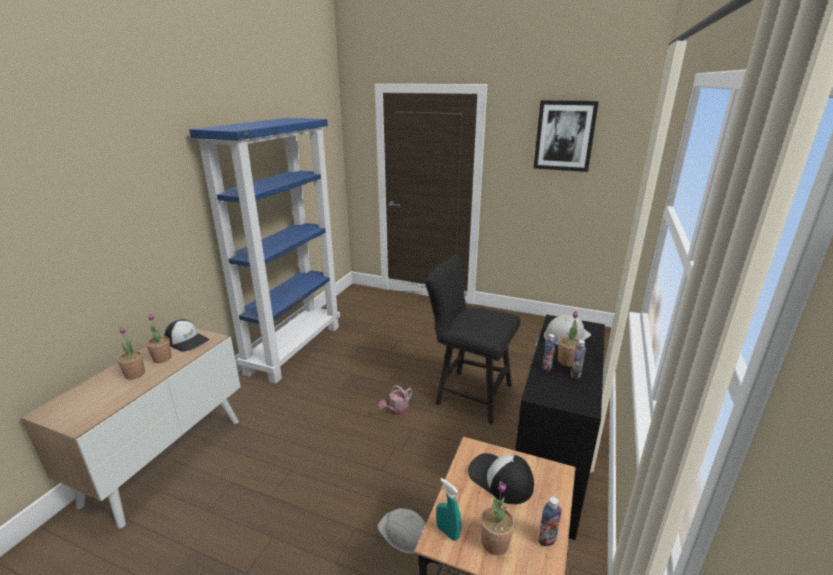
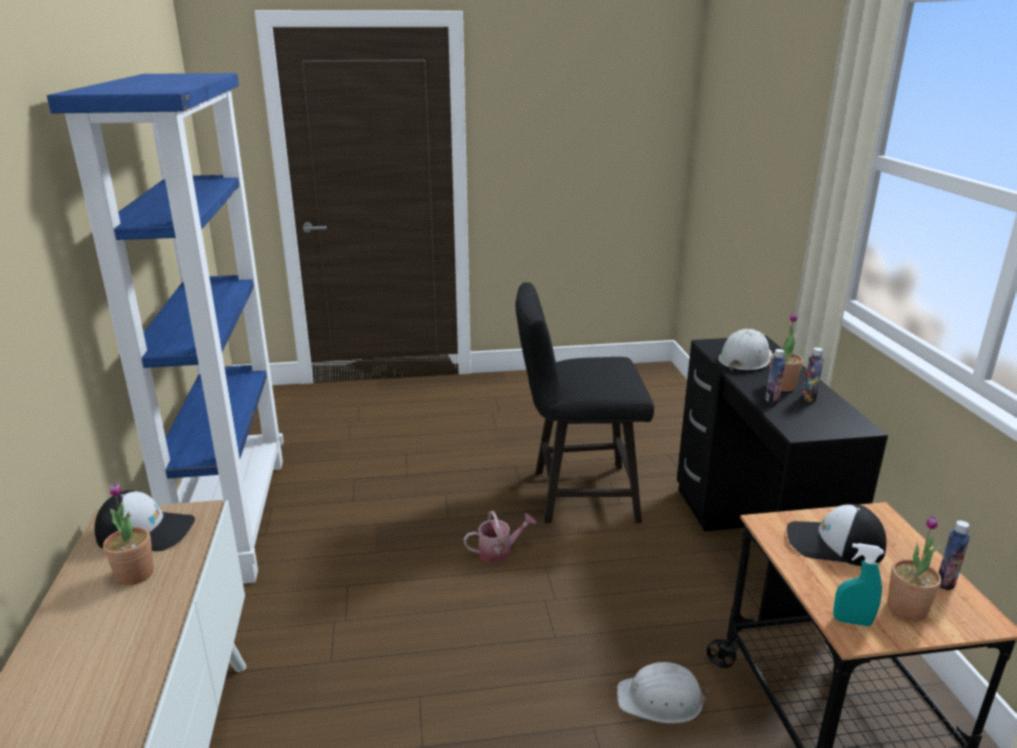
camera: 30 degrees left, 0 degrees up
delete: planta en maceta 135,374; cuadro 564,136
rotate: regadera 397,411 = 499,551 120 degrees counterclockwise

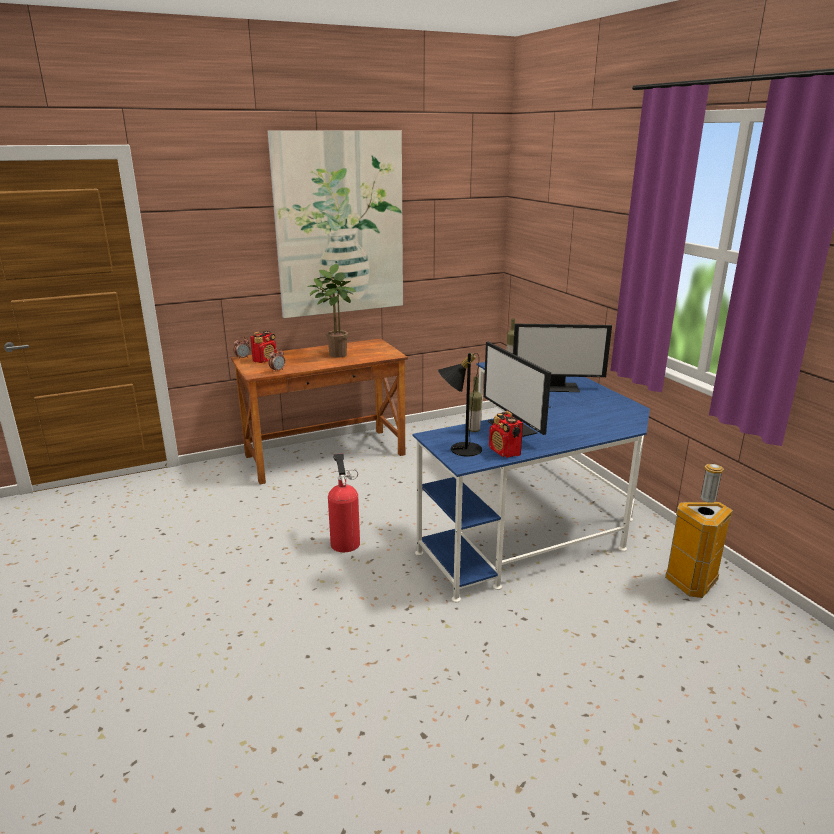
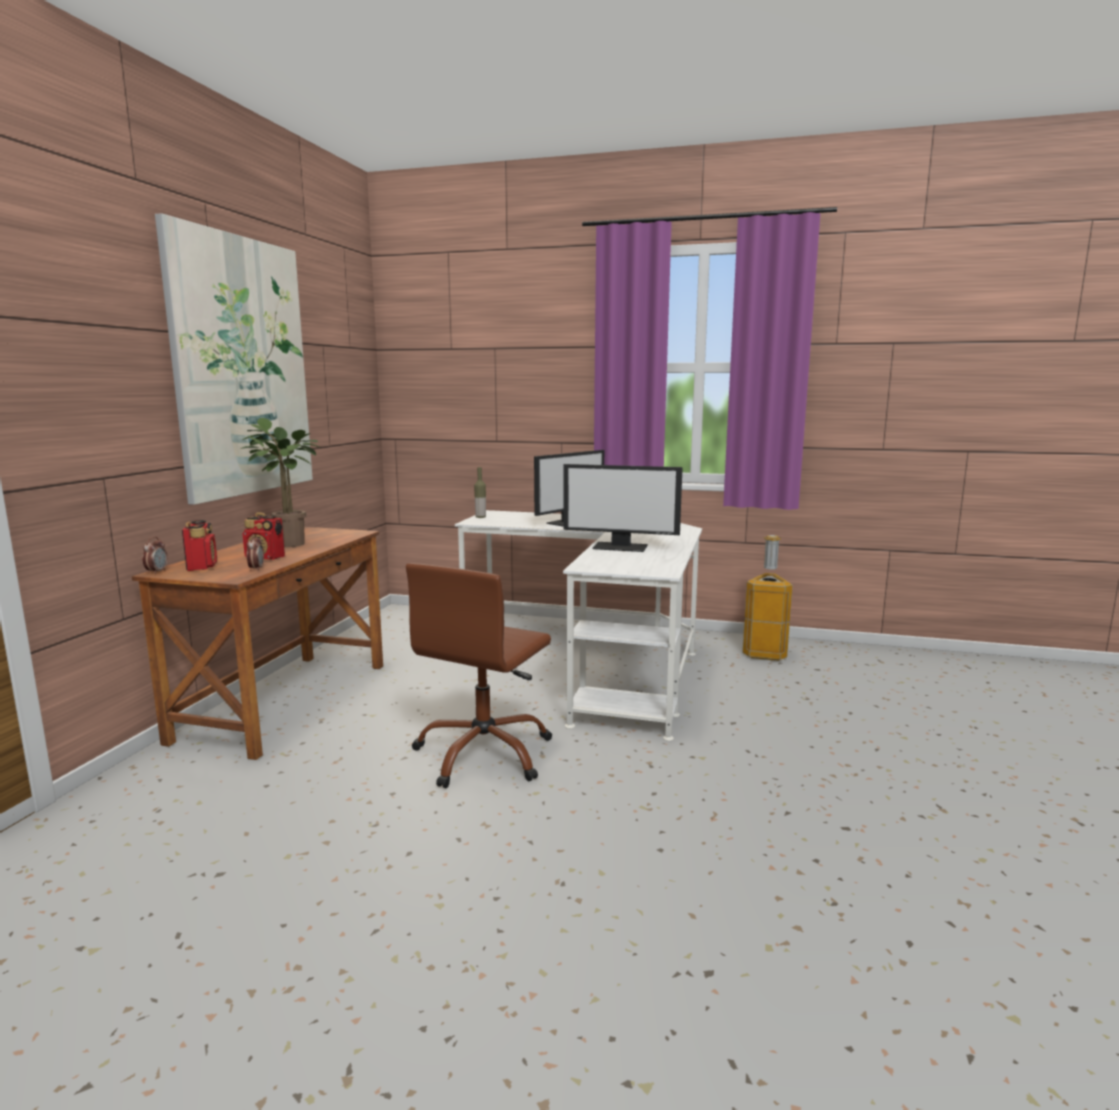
camera: 50 degrees left, 10 degrees down
delete: lámpara de mesa (negro) 459,448; botella 474,430
move: radio 505,452 to 265,558
replace: extintor 345,542 to silla de oficina (marrón) 484,754
recolor: escritorio (azul) 534,516 to escritorio (blanco) 595,661

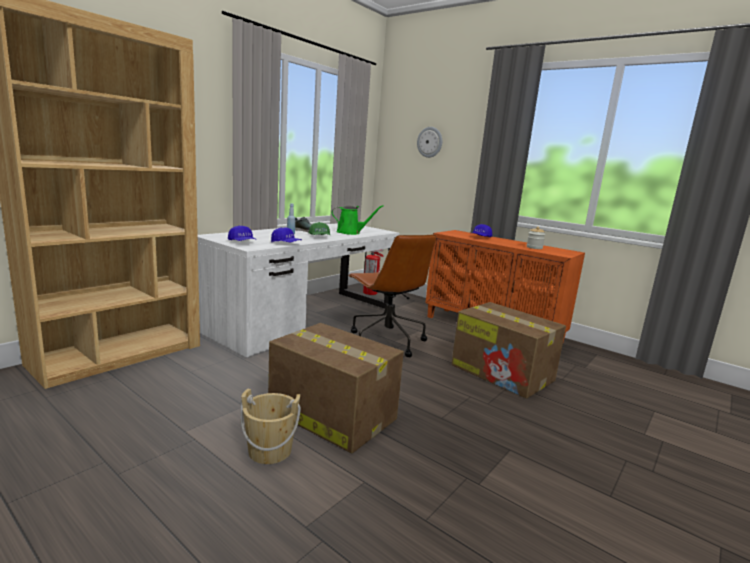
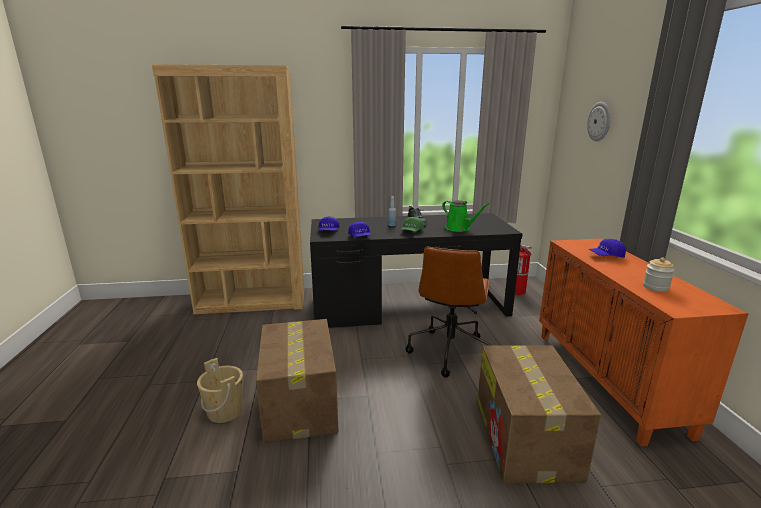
camera: 45 degrees right, 5 degrees up
recolor: escritorio (blanco) 304,319 to escritorio (negro) 409,305

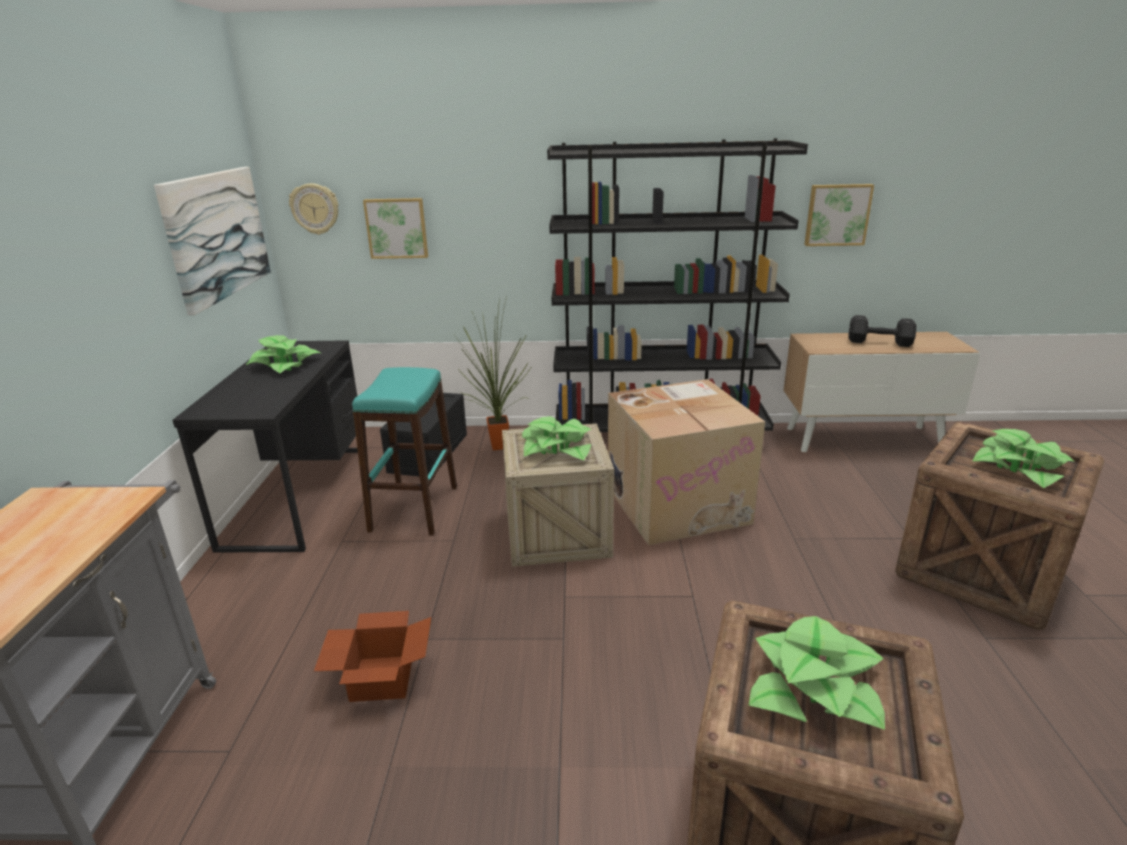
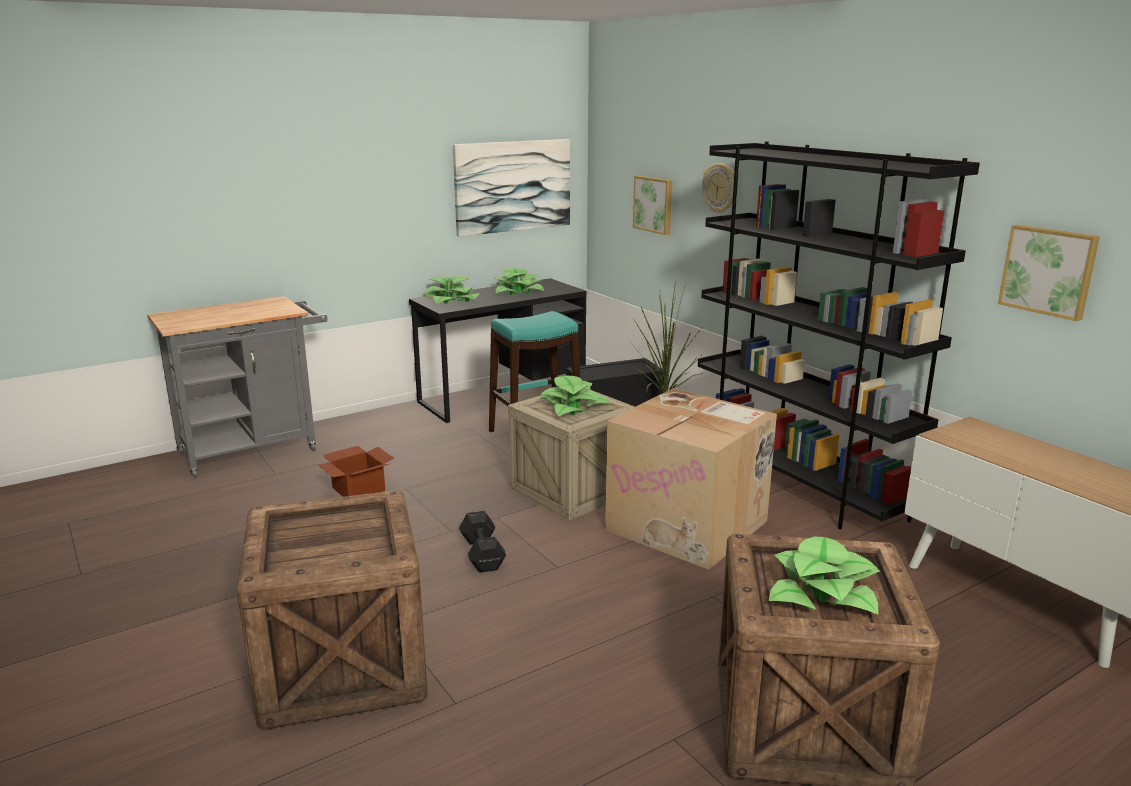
camera: 55 degrees right, 5 degrees down
move: planta en maceta 815,688 to 451,300; mancuerna (negro) 878,342 to 482,553; reloj de pared 315,209 to 720,188

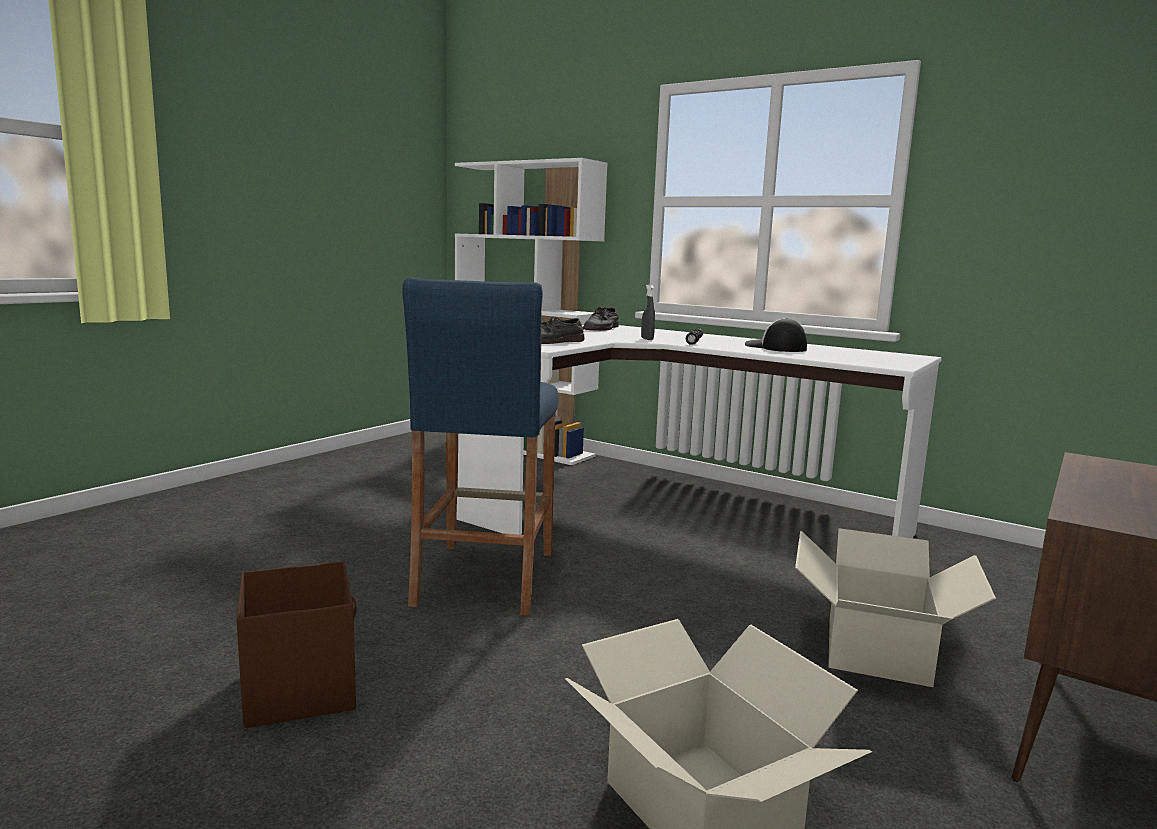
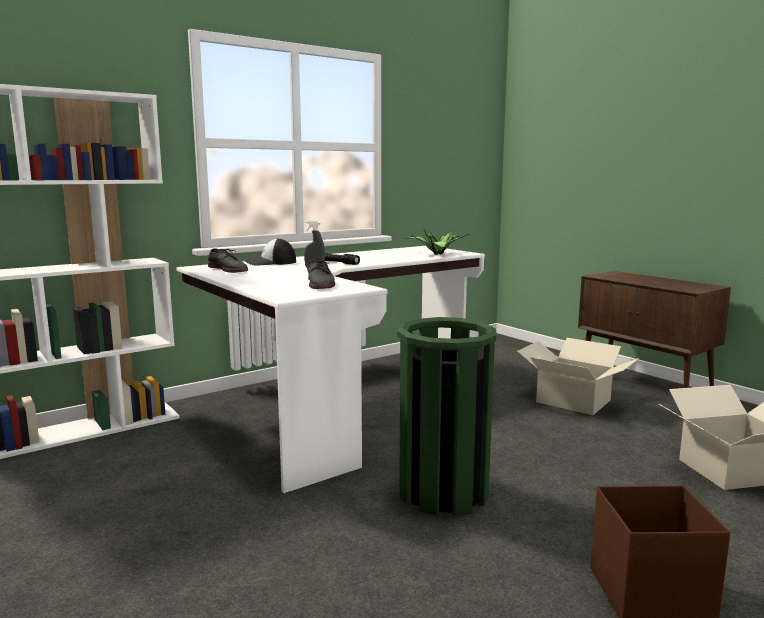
camera: 70 degrees left, 0 degrees up
insert: planta en maceta 436,254
move: gorra 775,347 to 270,262
replace: taburete (azul) 484,577 to papelera (verde) 443,492

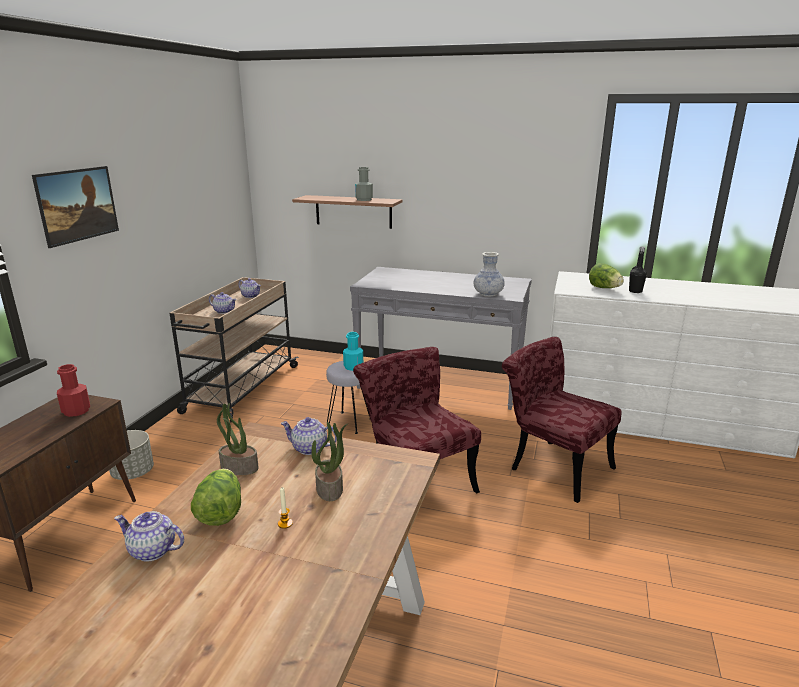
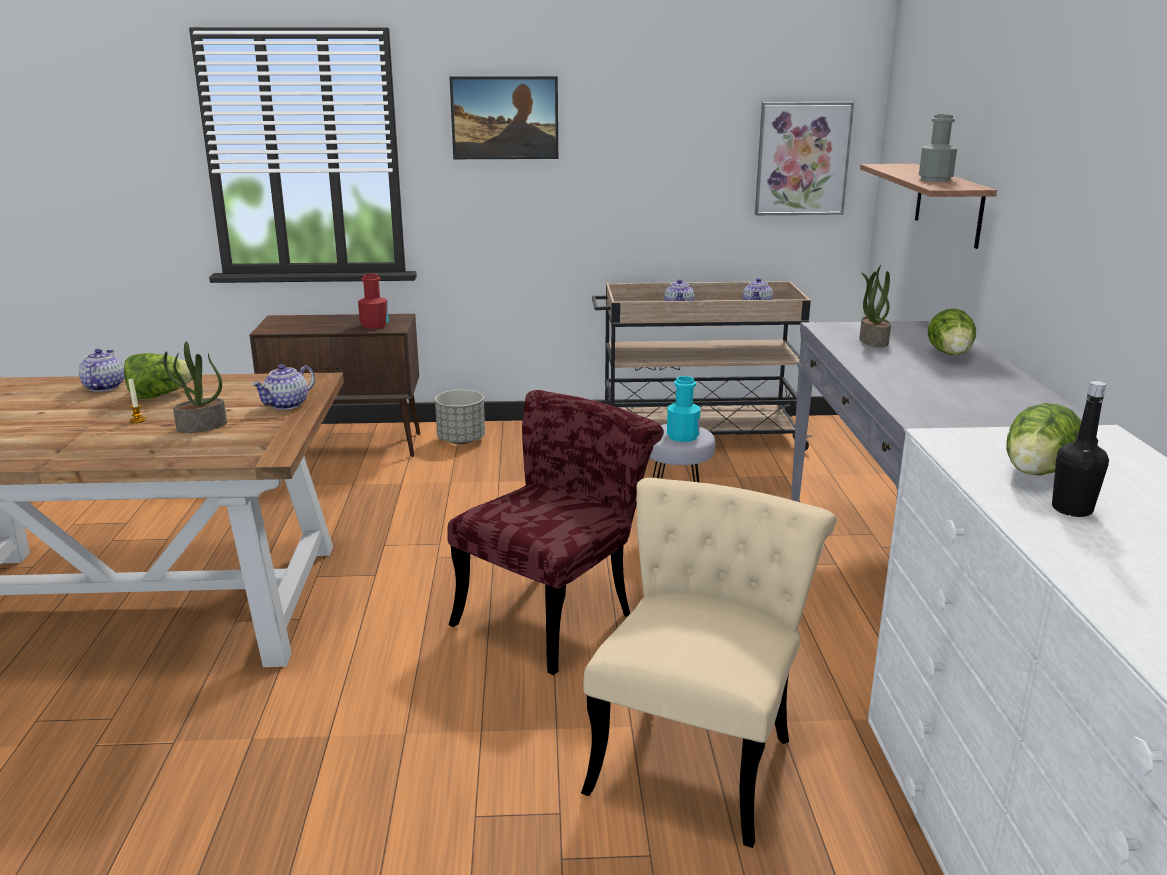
camera: 70 degrees right, 0 degrees up
delete: florero 488,294
insert: cuadro 802,159; lechuga 951,355
move: planta en maceta 238,468 to 872,341
recolor: silla (rojo) 552,465 to silla (beis) 699,752
rotate: tetera 309,448 = 287,405 135 degrees counterclockwise

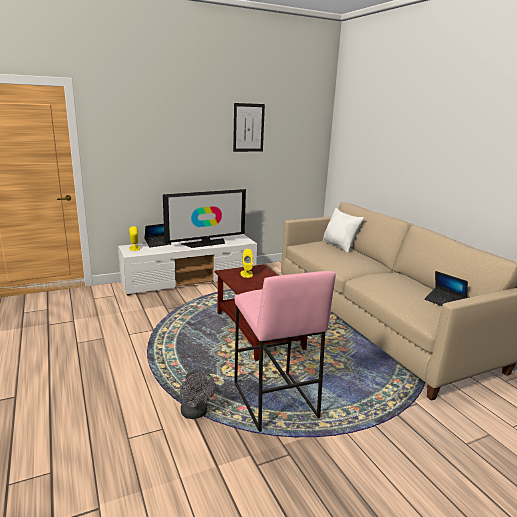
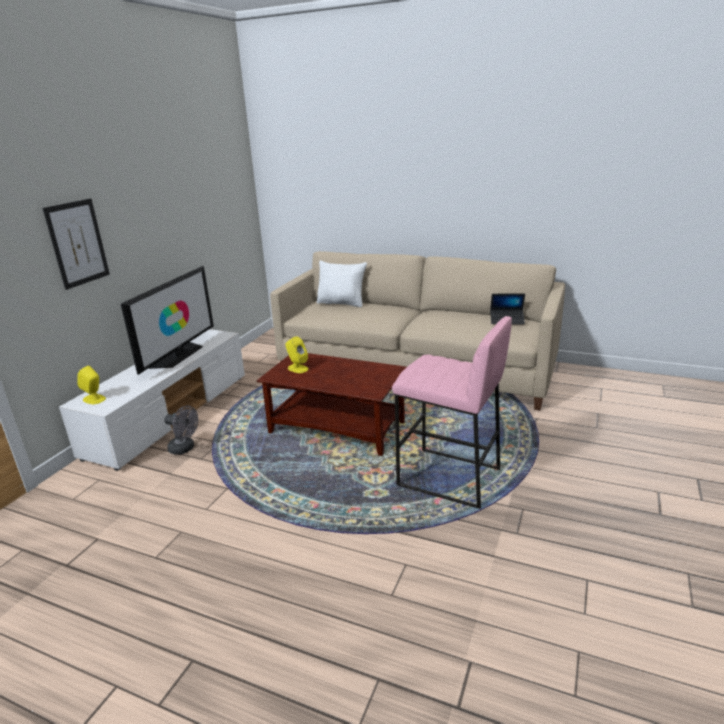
camera: 40 degrees left, 5 degrees up
delete: portátil 158,243
move: cuadro 248,127 to 77,243; ventilador (gris) 196,413 to 185,448

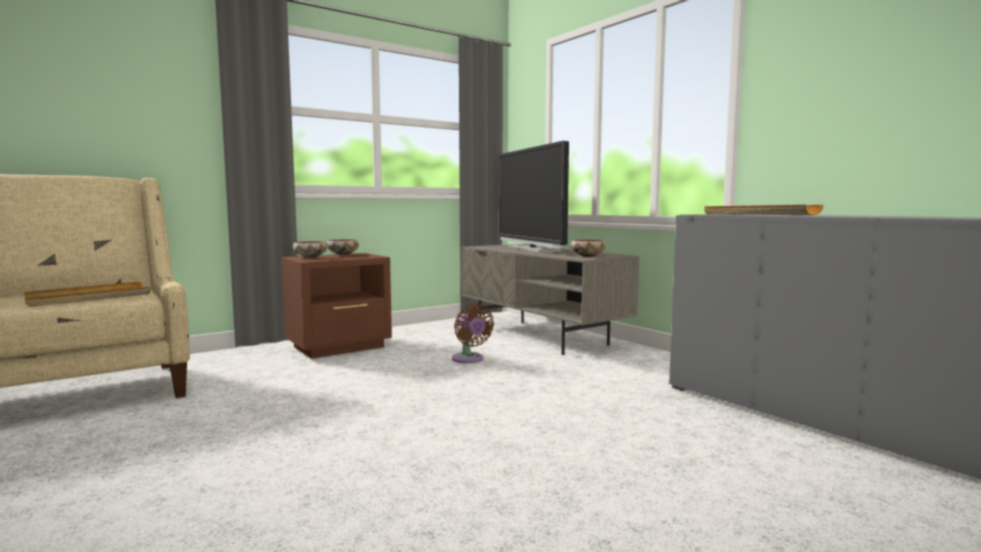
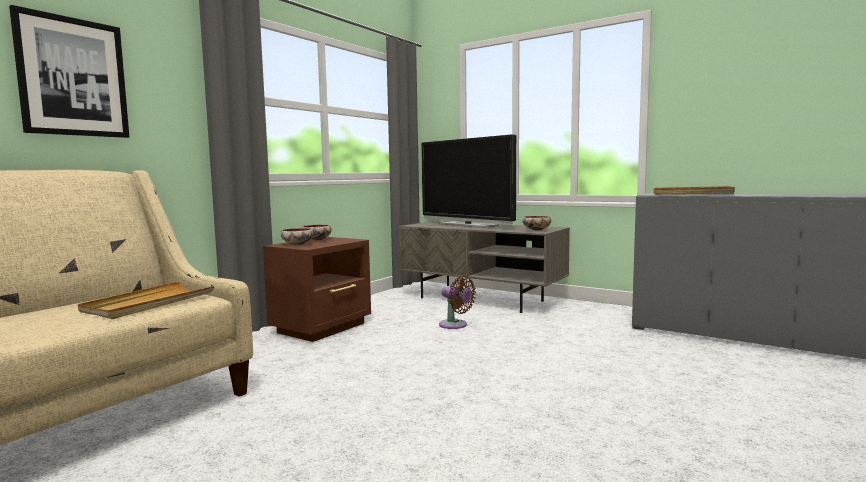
camera: 20 degrees left, 0 degrees up
insert: cuadro 73,77

